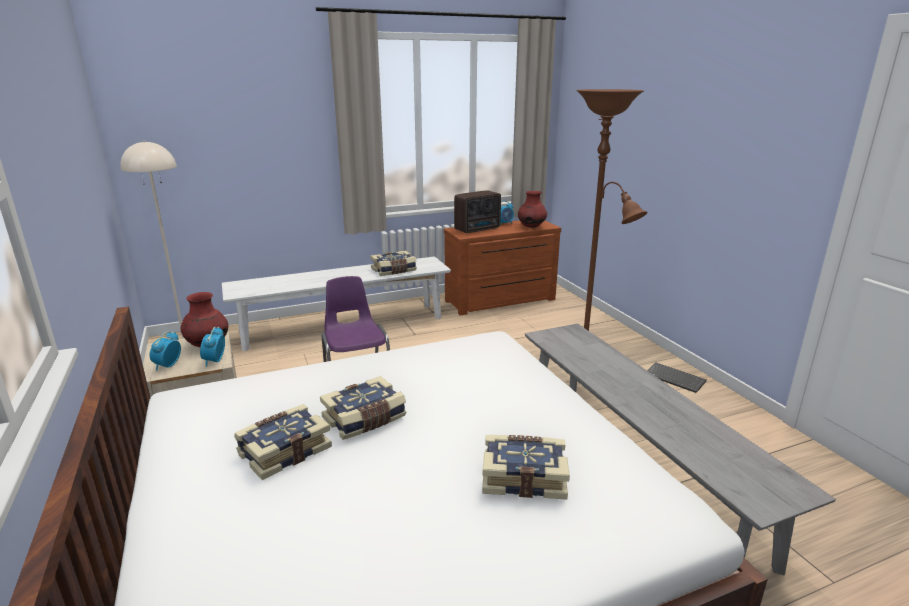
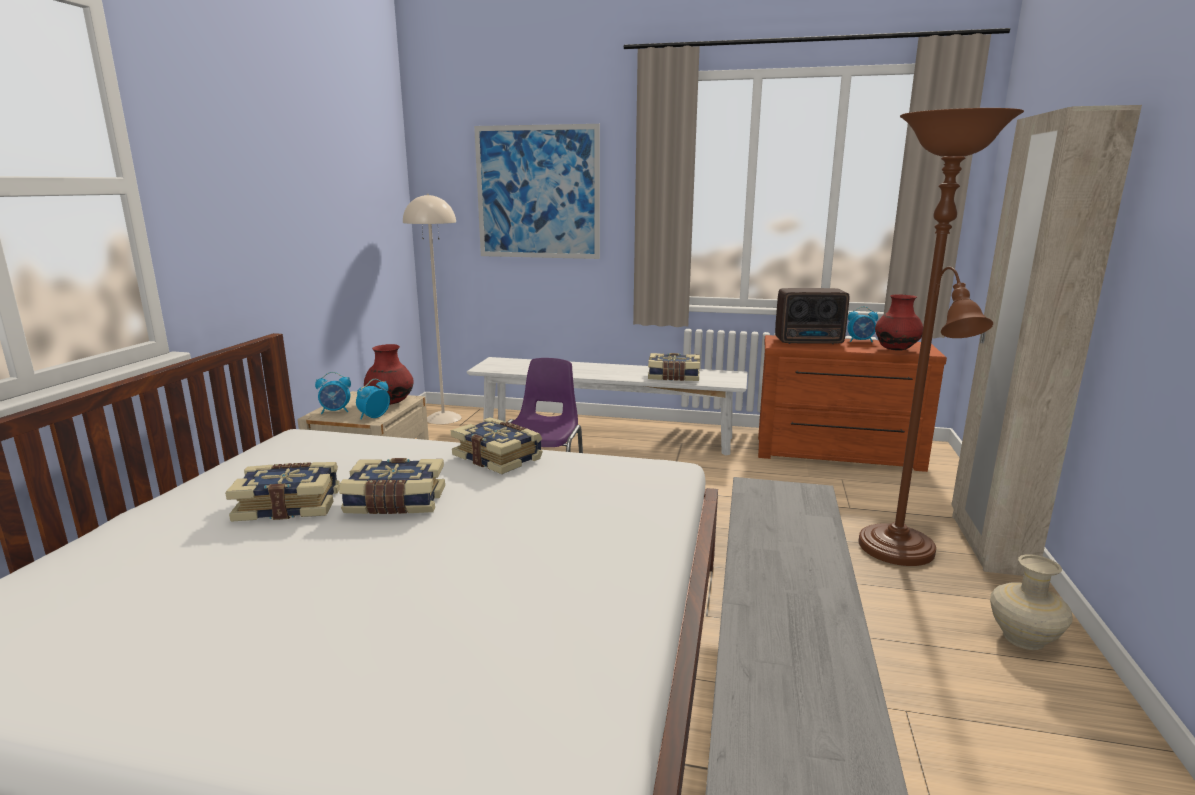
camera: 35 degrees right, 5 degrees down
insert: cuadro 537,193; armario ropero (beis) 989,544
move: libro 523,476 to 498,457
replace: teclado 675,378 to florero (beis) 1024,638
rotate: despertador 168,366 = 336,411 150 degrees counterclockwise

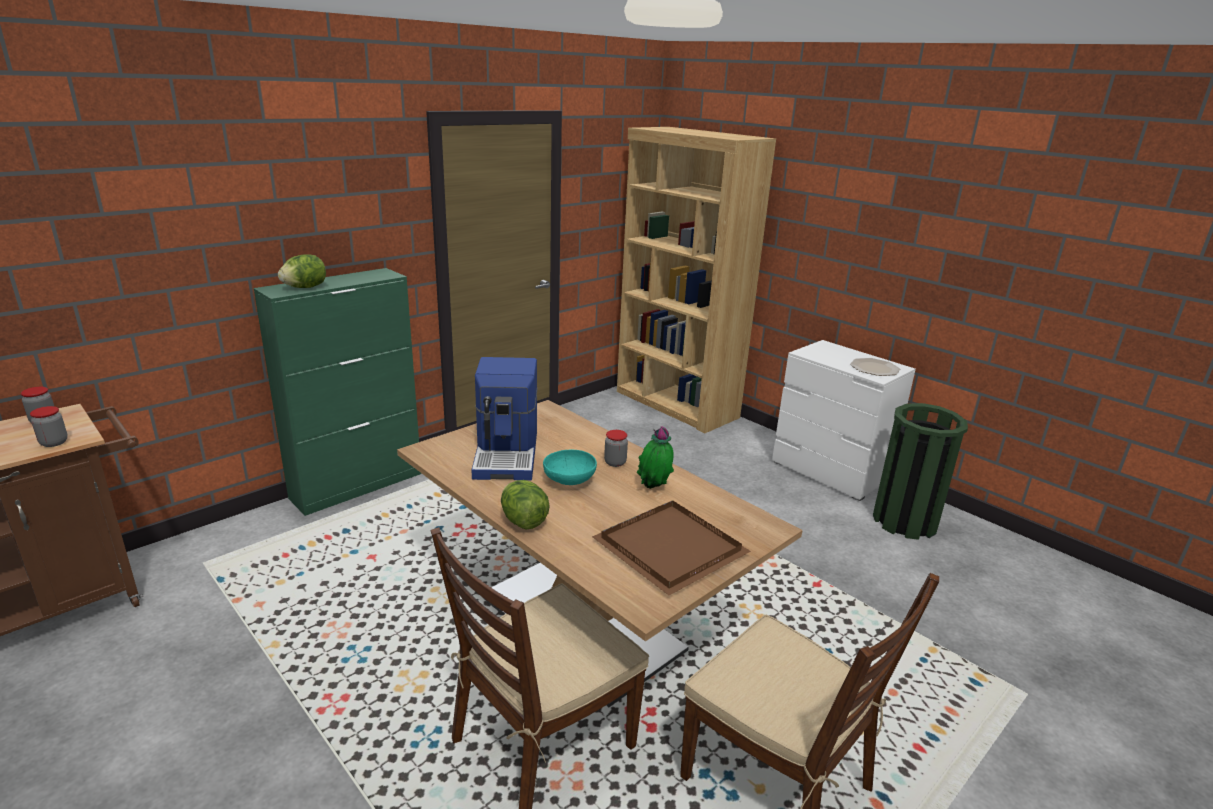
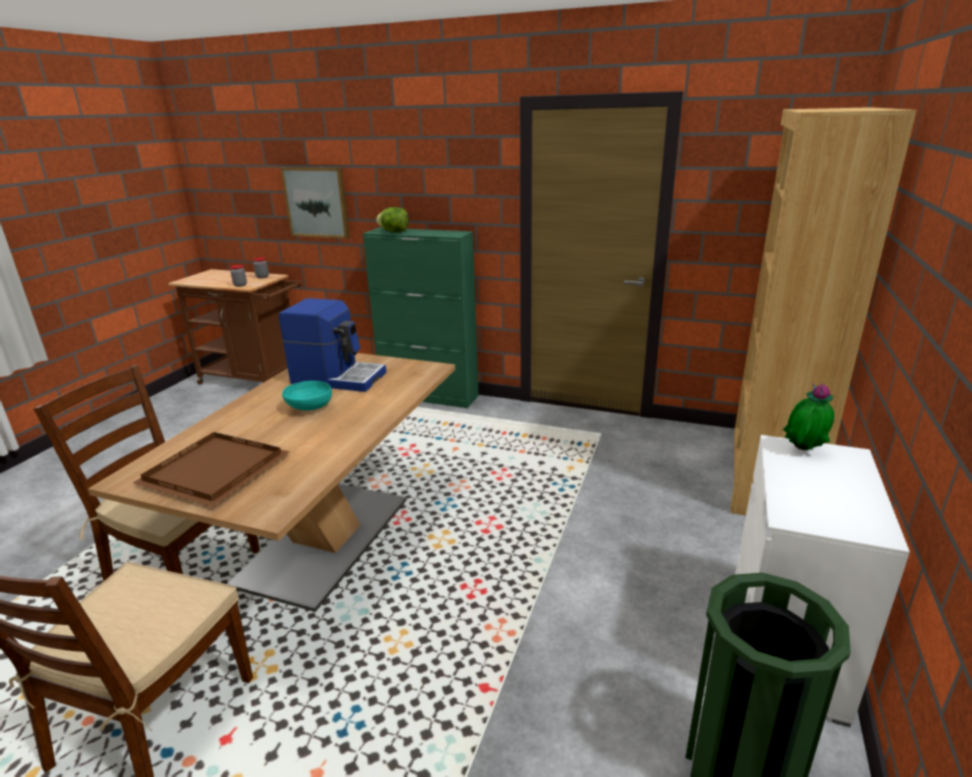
camera: 65 degrees right, 0 degrees up
delete: lechuga 523,521; tarro 615,462; plato 874,368
insert: cuadro 316,202
move: planta en maceta 654,489 to 803,452
rotate: cafetera 508,454 = 338,377 135 degrees counterclockwise

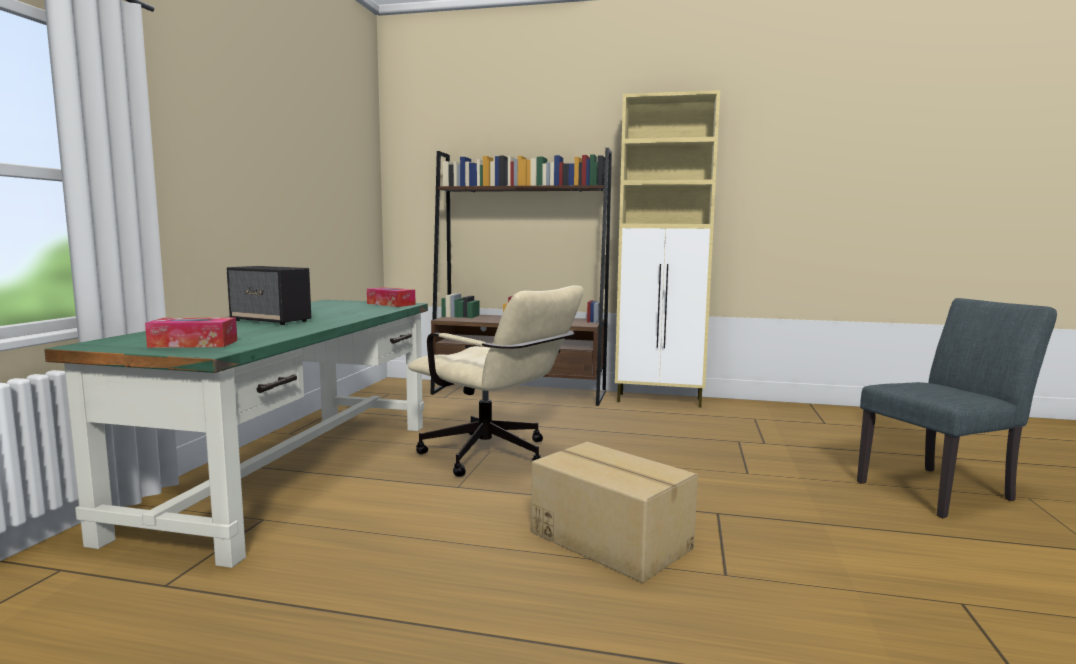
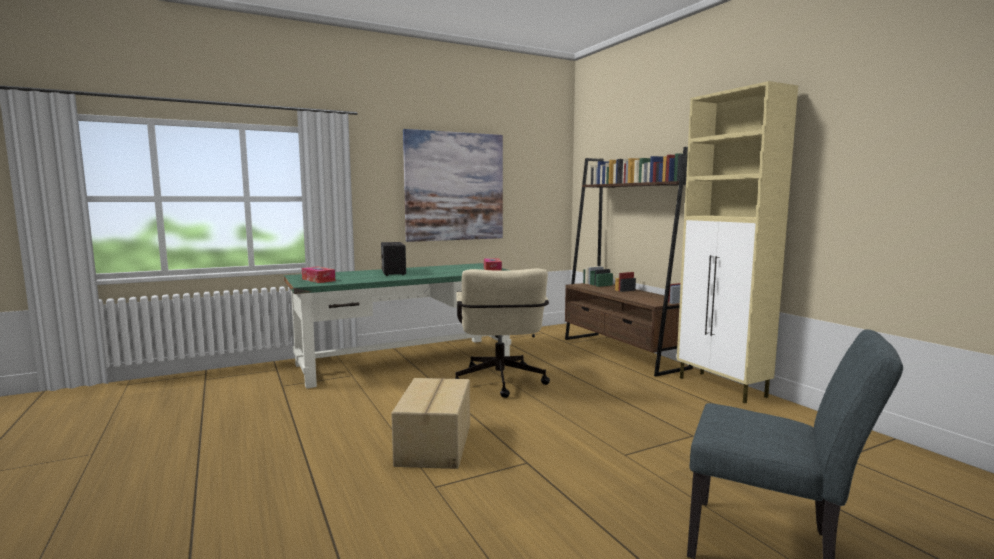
camera: 50 degrees right, 0 degrees up
insert: cuadro 454,186

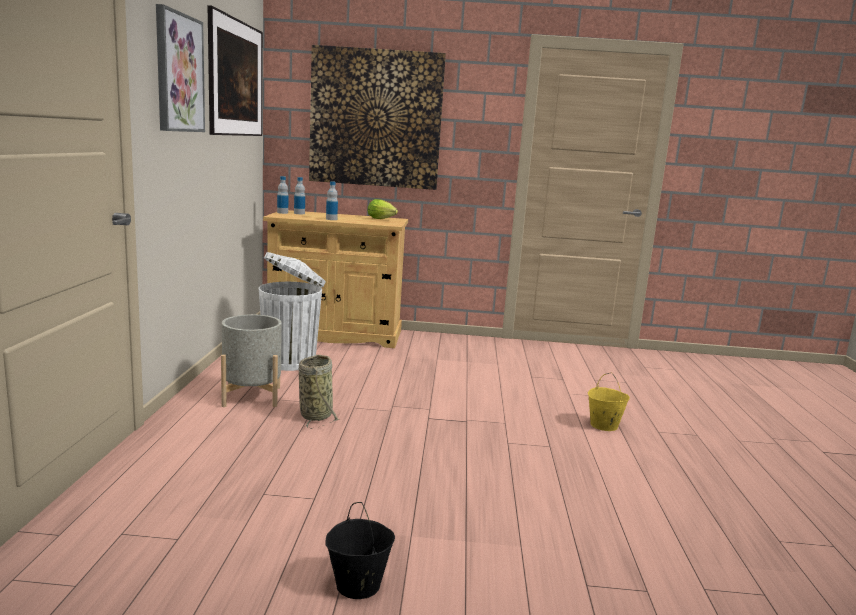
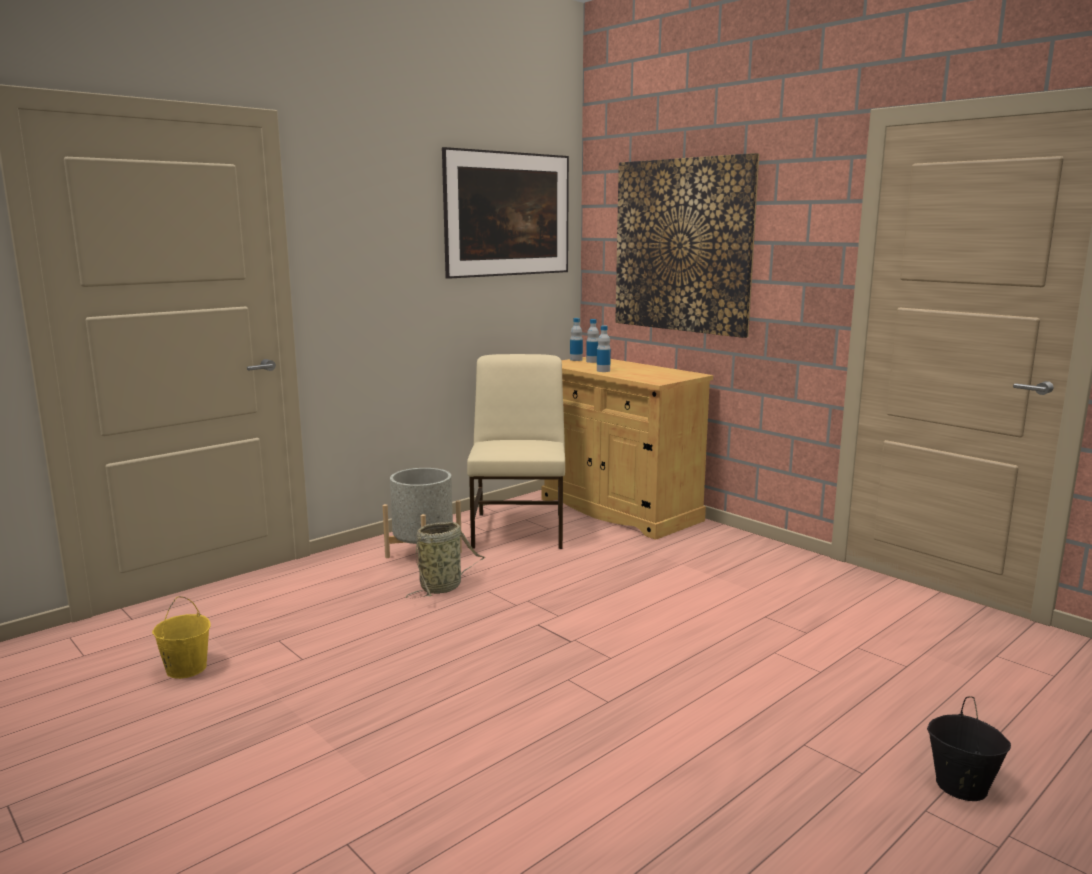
camera: 45 degrees right, 0 degrees up
delete: cuadro 178,73; lechuga 382,219
move: cubo (amarillo) 603,425 to 185,669; cubo (negro) 357,585 to 960,786
replace: papelera (blanco) 291,361 to silla (beis) 520,529

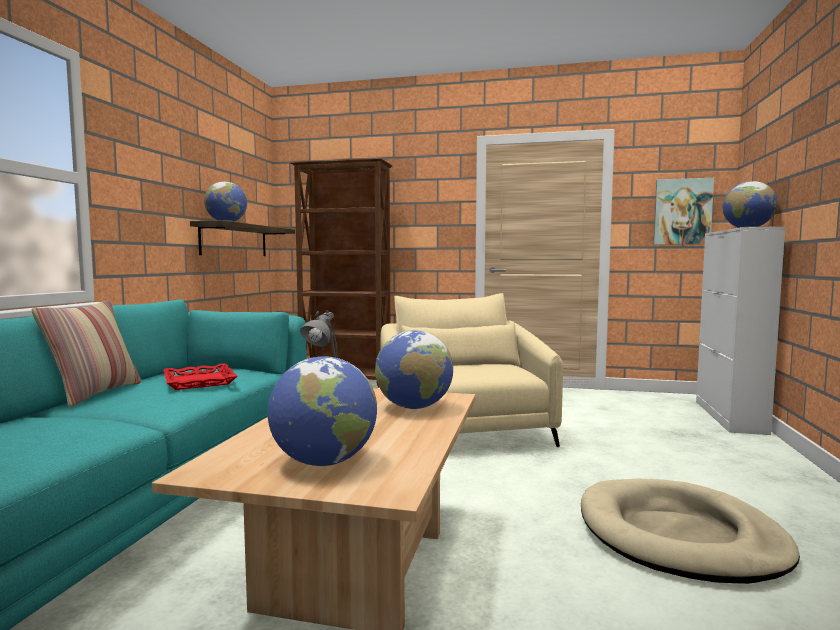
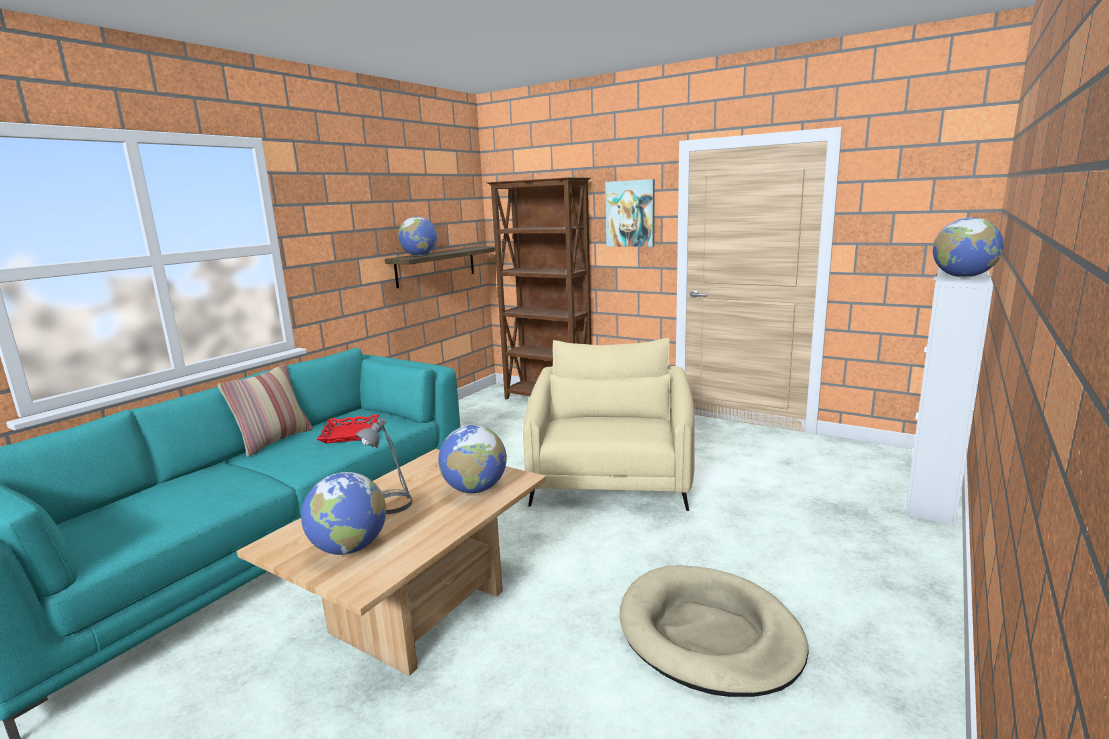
camera: 20 degrees right, 10 degrees up
move: cuadro 682,212 to 630,213

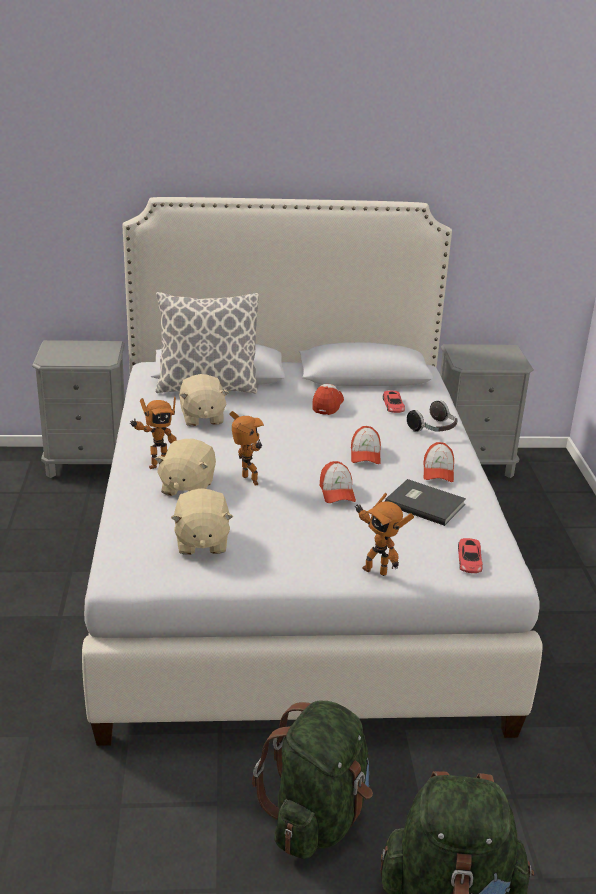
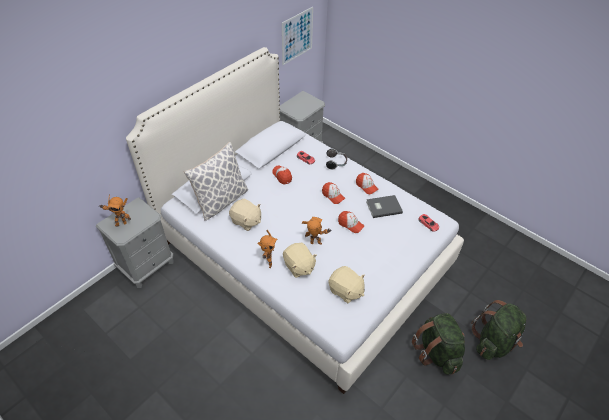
camera: 45 degrees left, 20 degrees up
insert: cuadro 297,36
move: robot de juguete 376,570 to 120,223

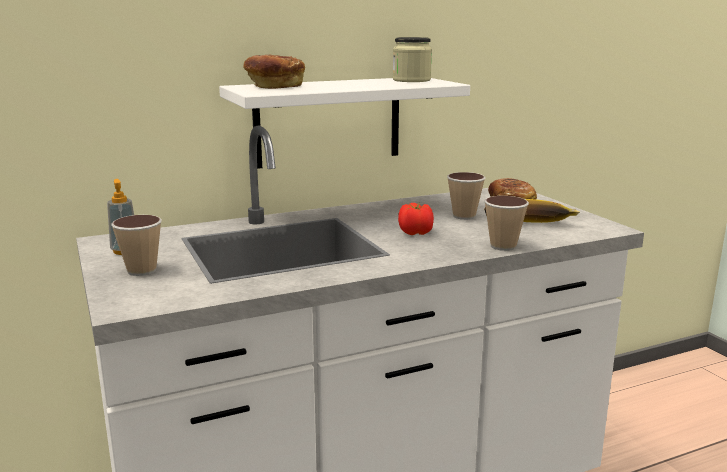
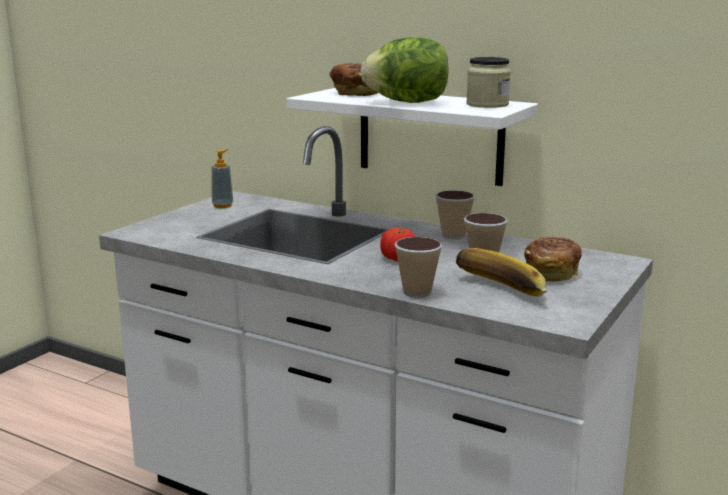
camera: 55 degrees right, 0 degrees up
insert: lechuga 407,102
move: taza 142,270 to 453,236

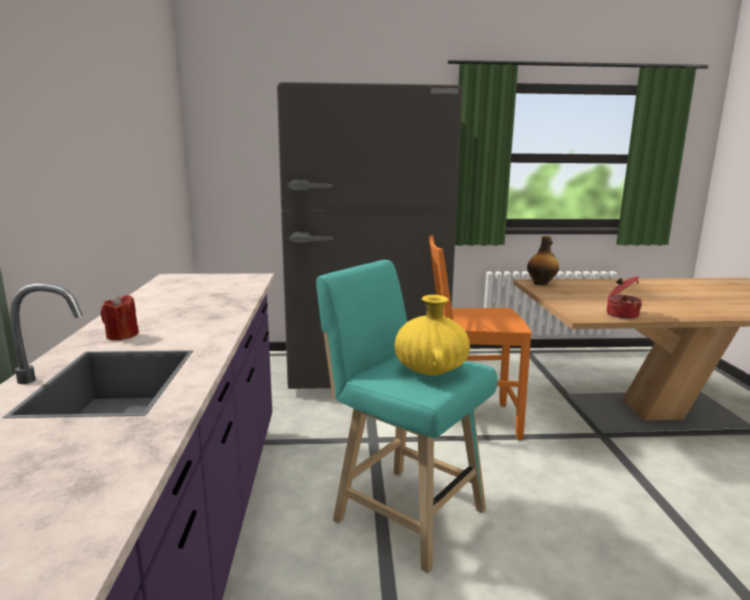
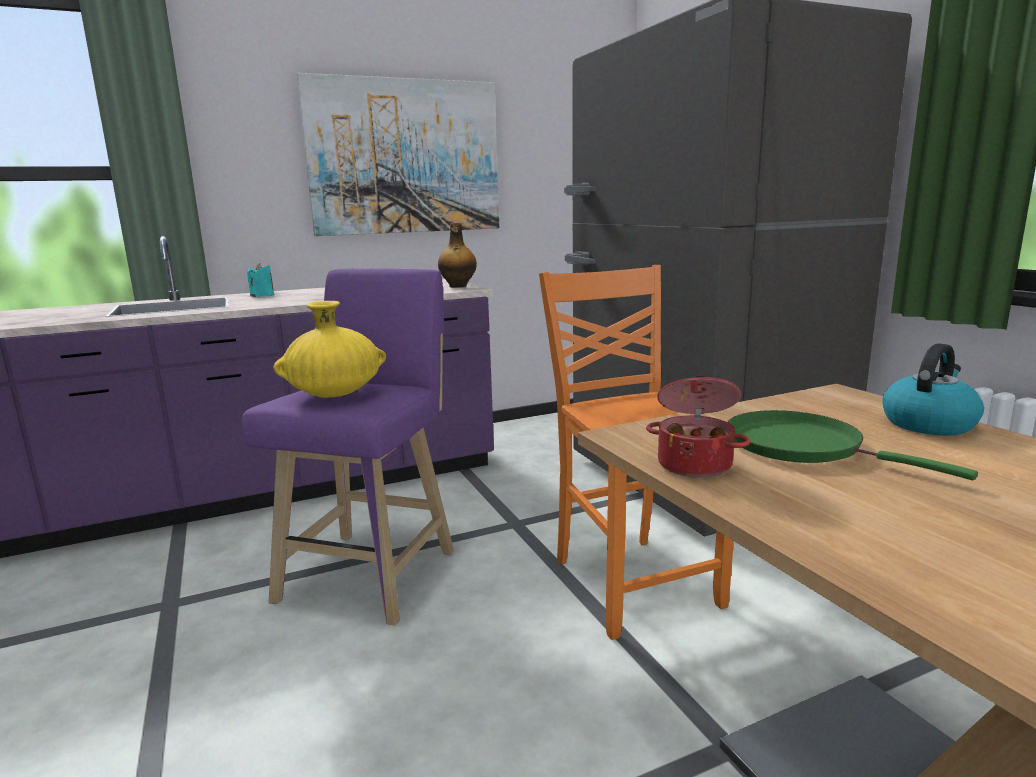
camera: 70 degrees right, 0 degrees up
insert: cuadro 405,157; sartén (verde) 802,446; hervidor 928,423
move: botella 541,283 to 458,286
recolor: taburete (turquesa) 403,512 to taburete (morado) 373,570; vela (rojo) 122,336 to vela (turquesa) 262,295

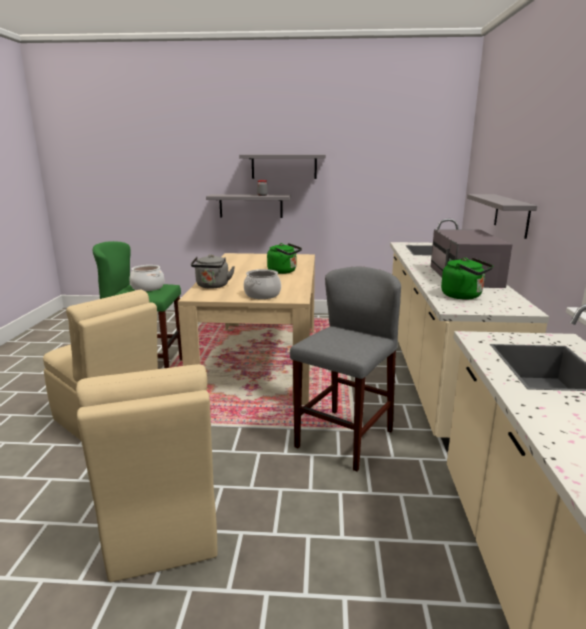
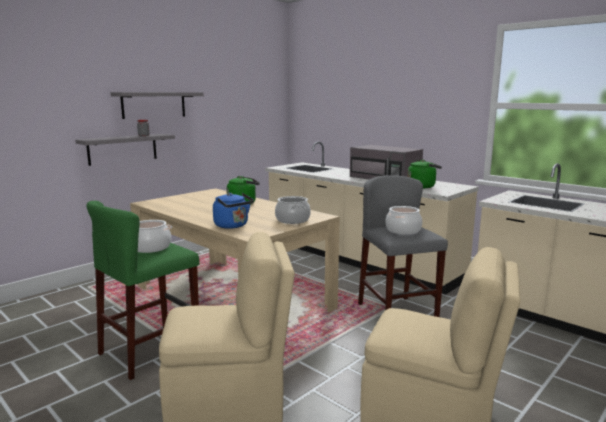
camera: 50 degrees left, 5 degrees down
delete: estante (gris) 511,215
insert: olla 403,230
recolor: hervidor (gris) 212,286 to hervidor (azul) 233,226

